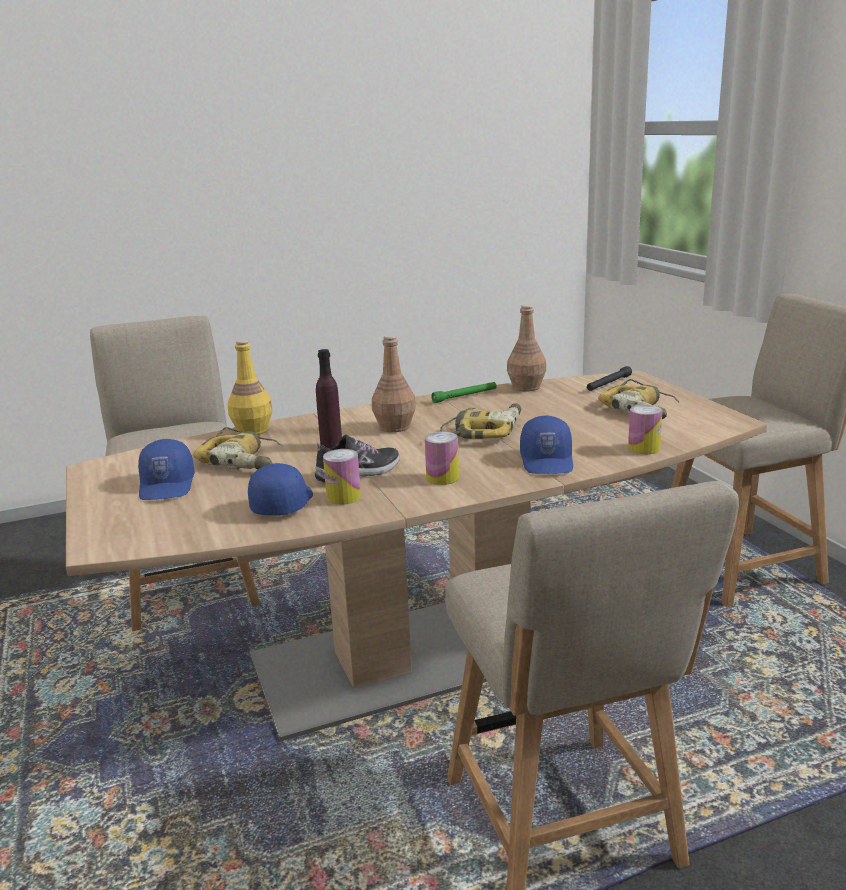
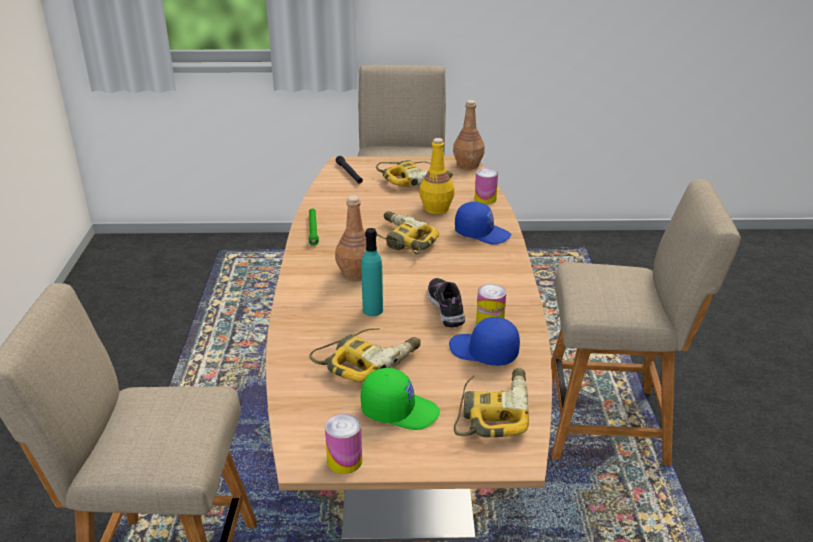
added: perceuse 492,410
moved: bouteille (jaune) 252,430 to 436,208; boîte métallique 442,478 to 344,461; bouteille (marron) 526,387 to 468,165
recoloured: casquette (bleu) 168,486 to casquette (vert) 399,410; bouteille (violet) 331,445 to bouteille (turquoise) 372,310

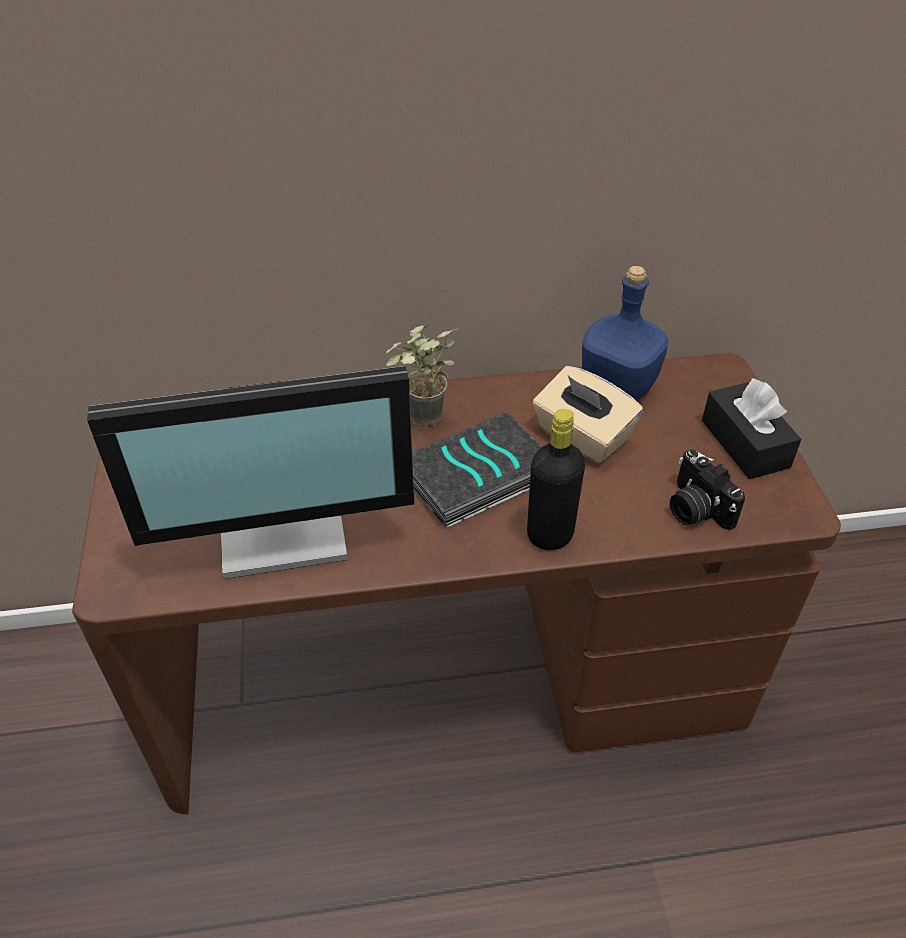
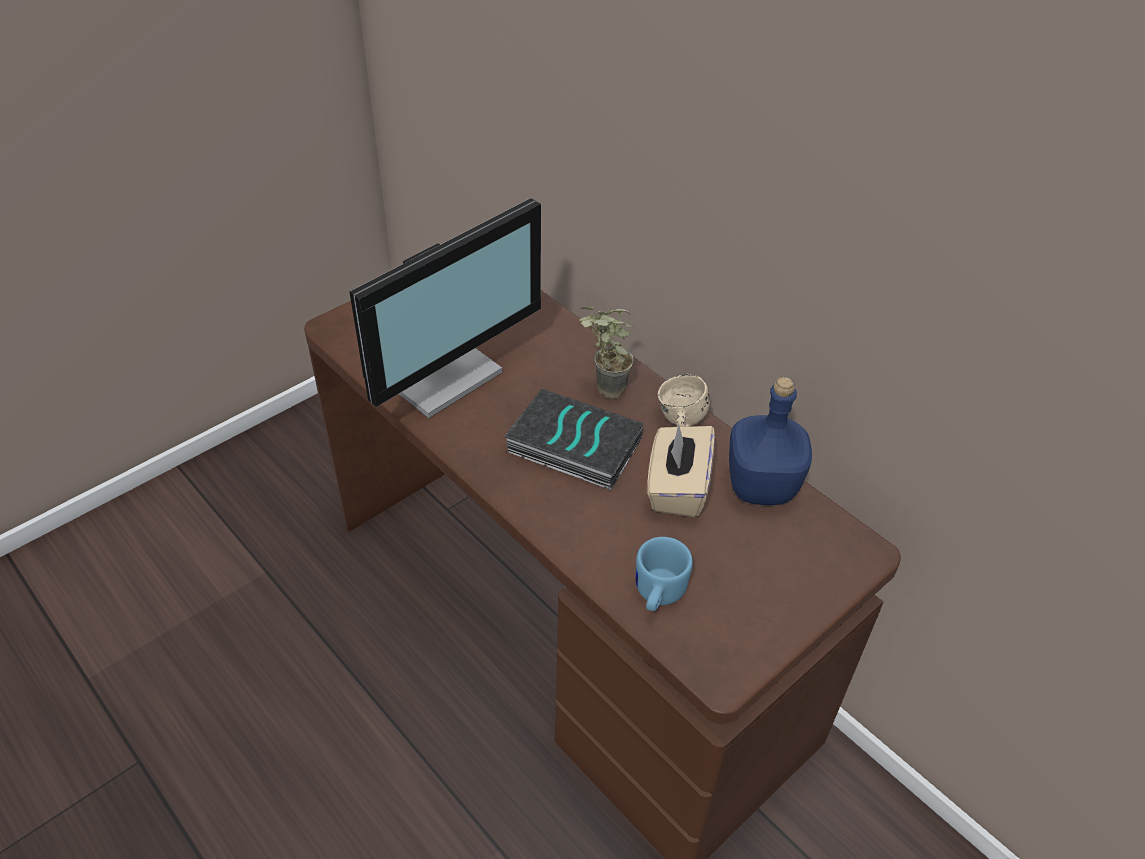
removed: bouteille (noir) 550,535; boîte à mouchoirs (noir) 745,443
added: mug (beige) 679,422
replaced: appareil photo 695,509 to mug (bleu) 657,595
turned: écran d'ordinateur 284,529 = 440,373 90 degrees counterclockwise

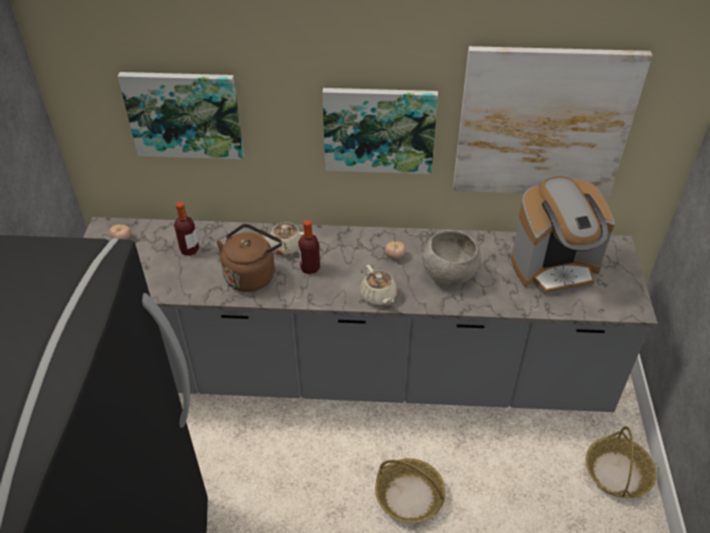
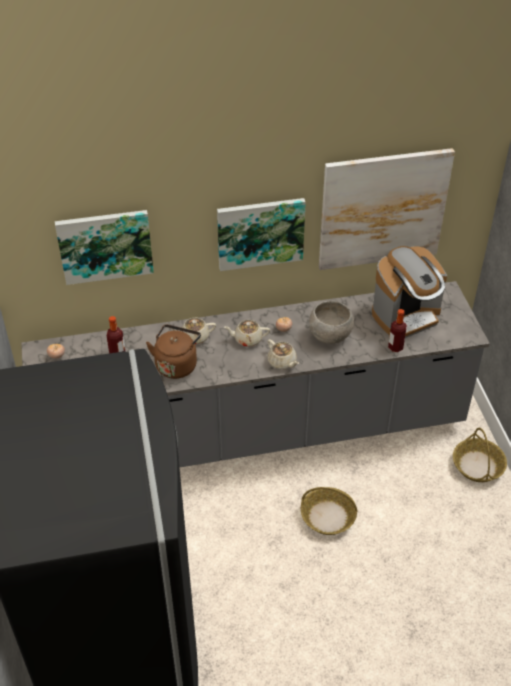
added: théière (beige) 247,339
moved: bouteille 310,268 to 395,347

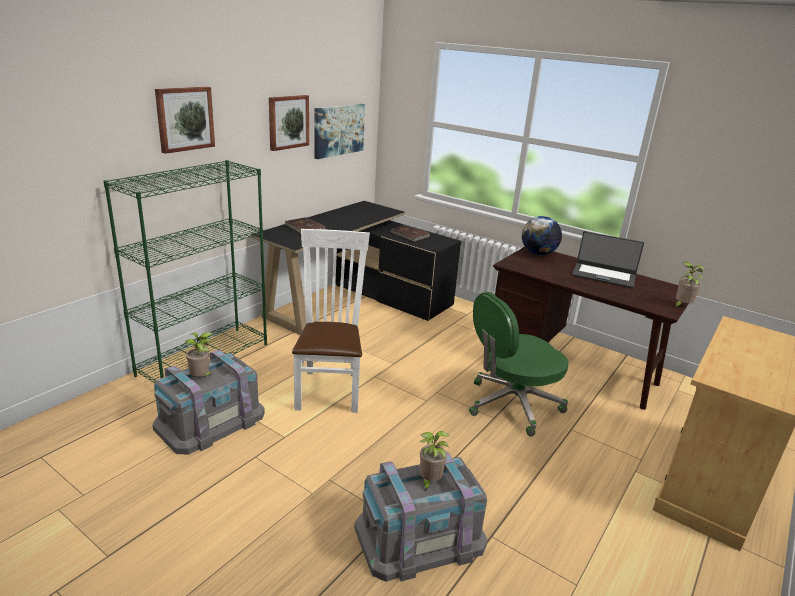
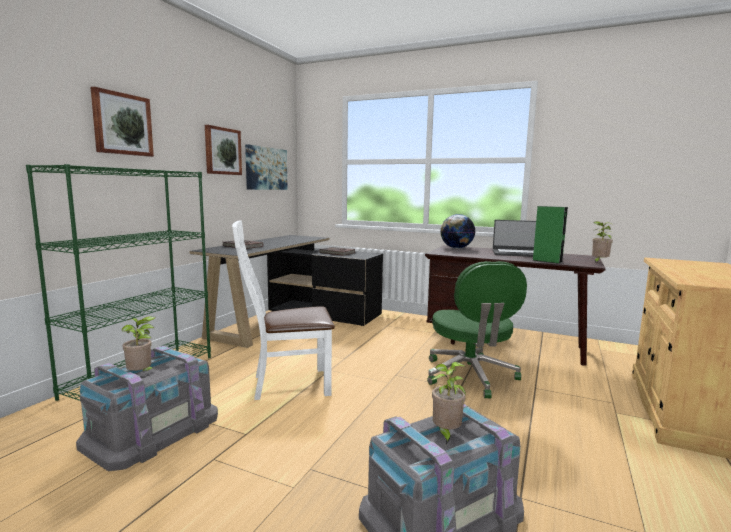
added: enceinte (vert) 547,261
turned: chaise (blanc) 329,388 = 286,384 90 degrees counterclockwise; chaise de bureau (vert) 511,405 = 470,376 60 degrees counterclockwise

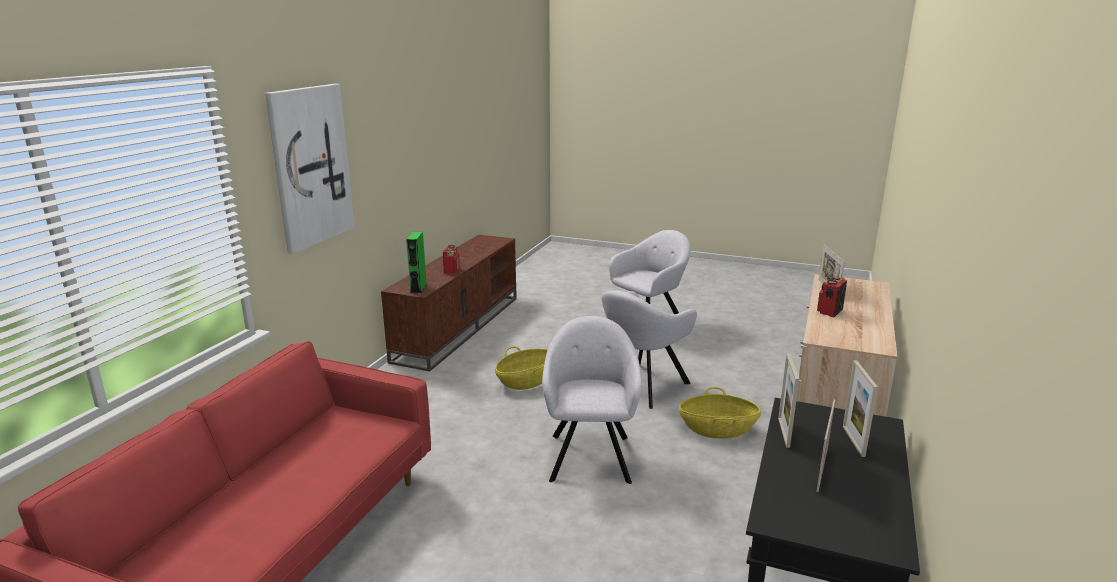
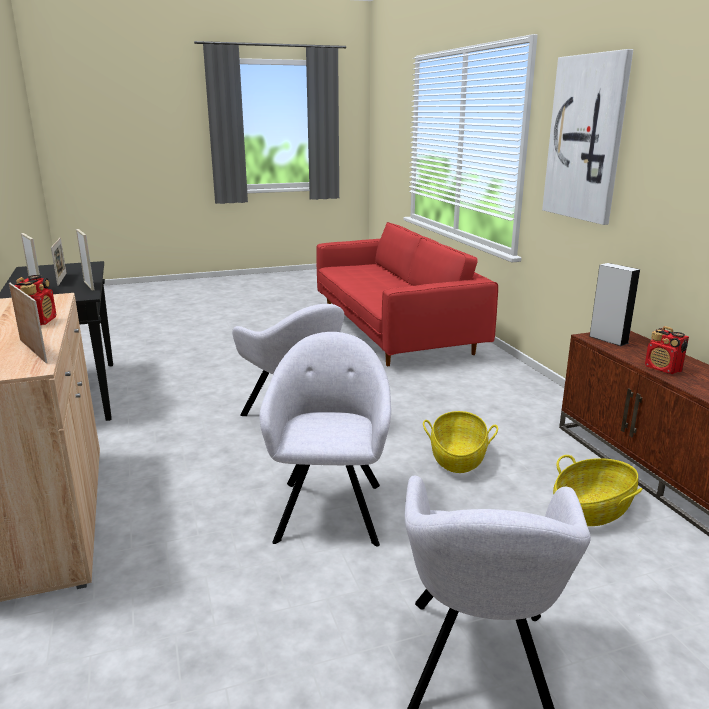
moved: panier 717,429 to 592,510
recoloured: enceinte (vert) 418,288 to enceinte (gris) 608,339

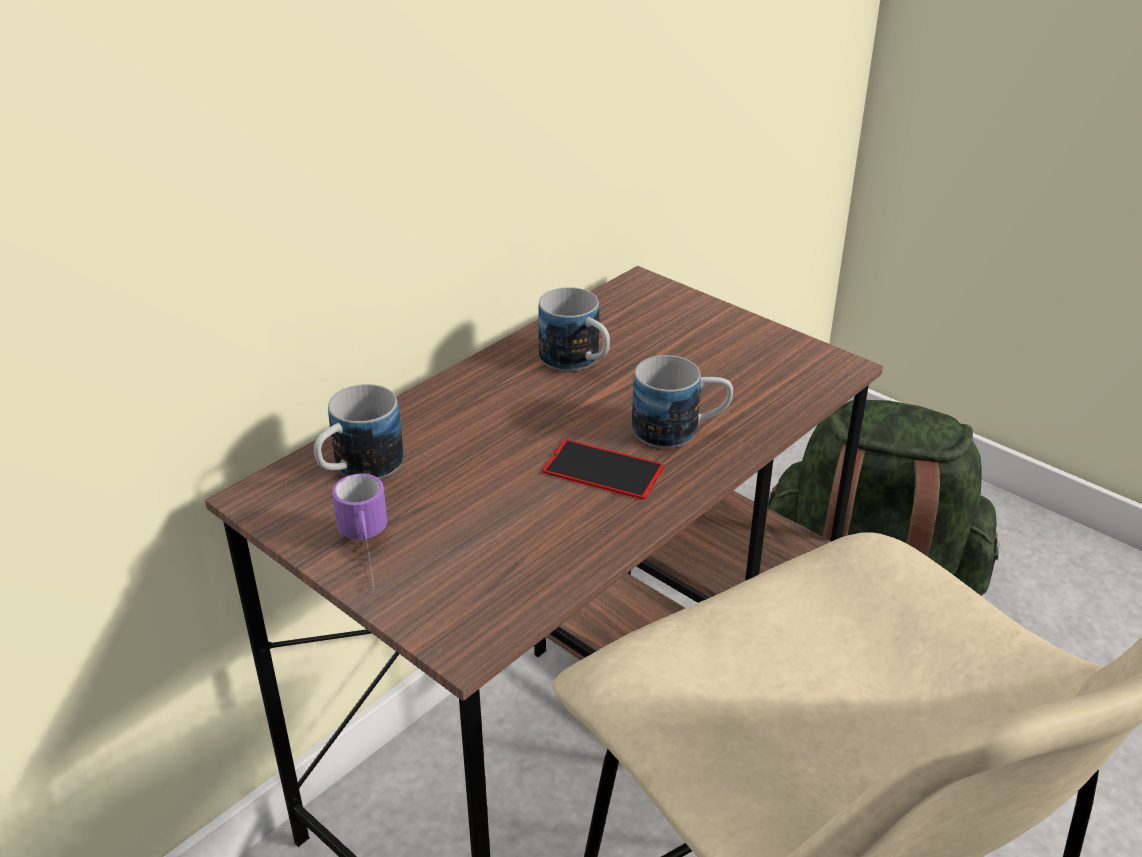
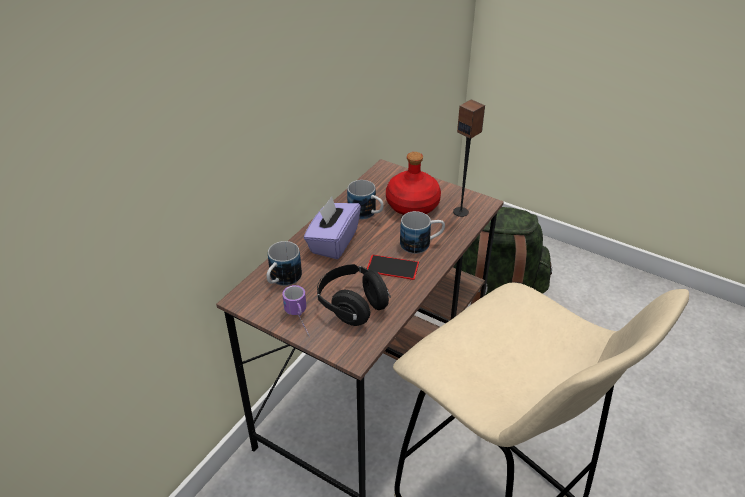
added: boîte à mouchoirs (violet) 333,242; casque audio (noir) 352,305; bouteille (rouge) 412,205; enceinte 461,212

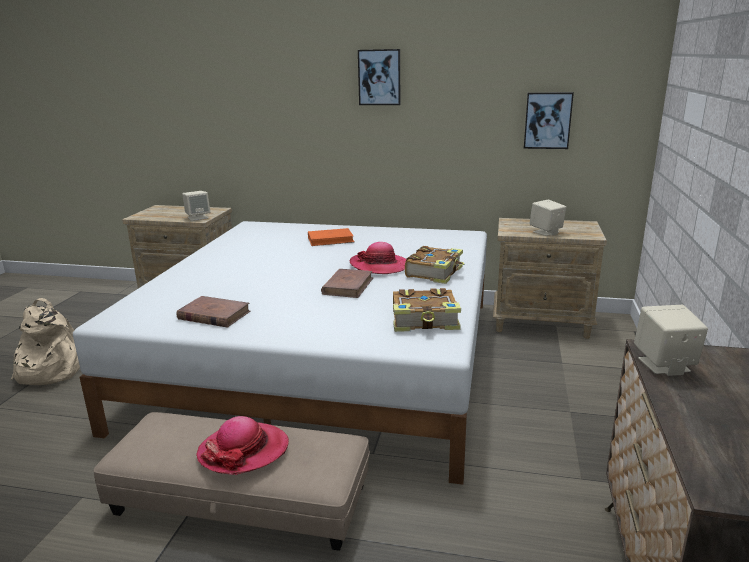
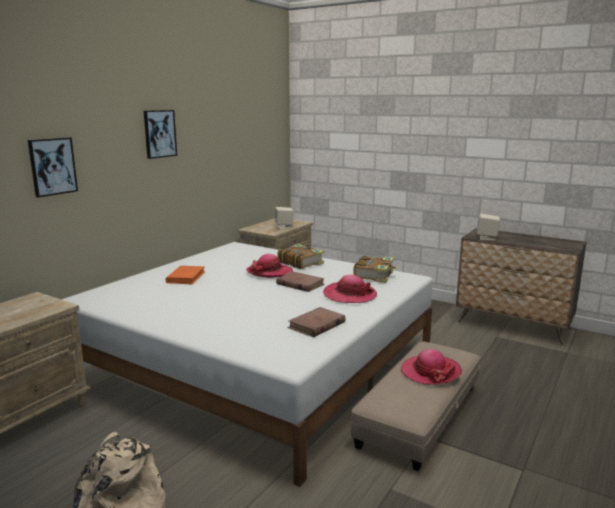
removed: enceinte (beige) 198,217
added: chapeau 349,295
moved: tableau 547,120 to 52,166

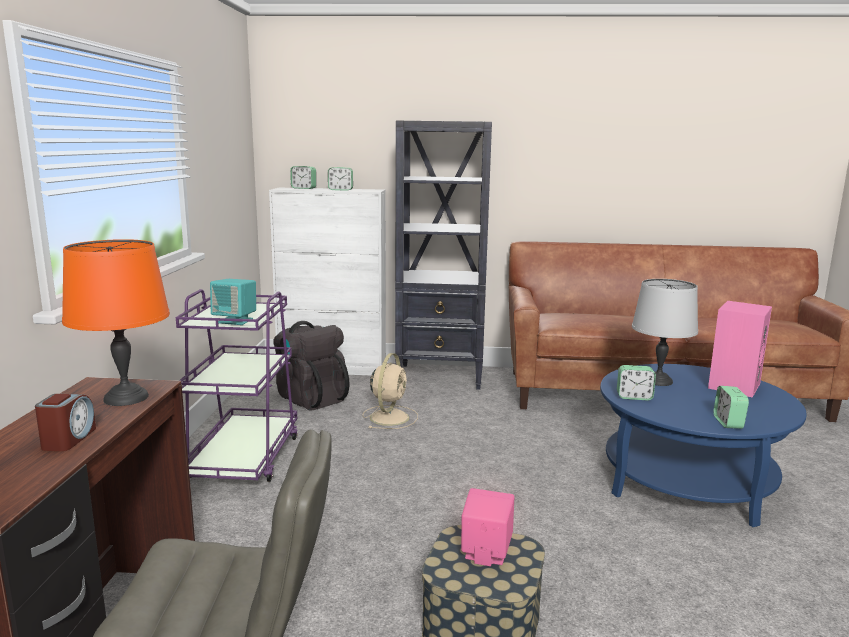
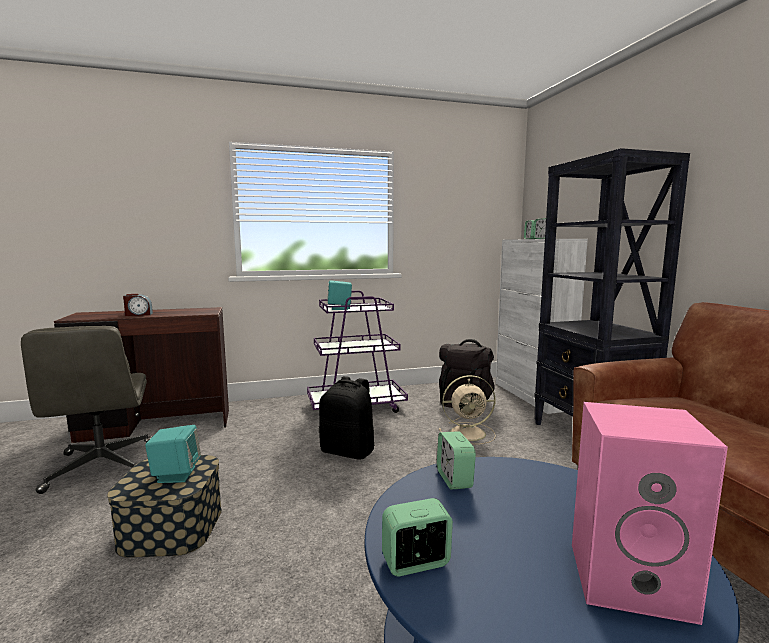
removed: lampe de table (orange) 127,398; lampe de table (gris) 658,380
added: sac à dos (noir) 348,451
recoloured: enceinte (rose) 485,553 to enceinte (turquoise) 176,474

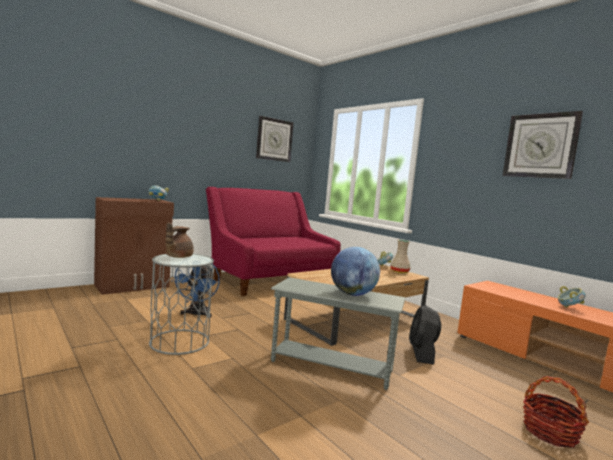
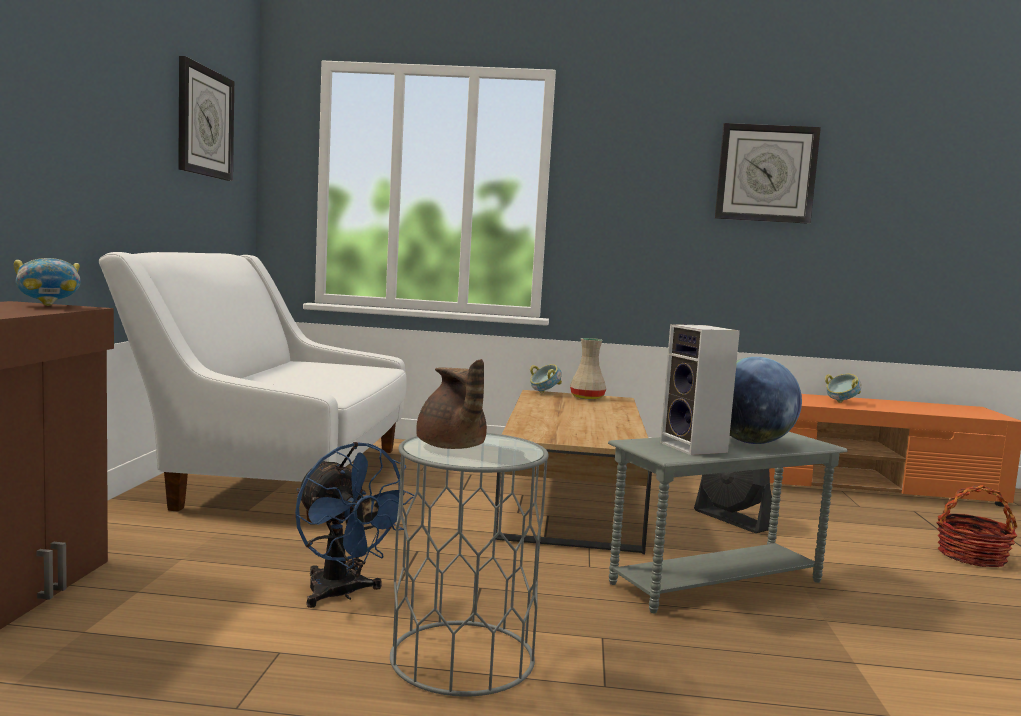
added: enceinte 696,448
recoloured: canapé (rouge) 270,279 to canapé (blanc) 278,474

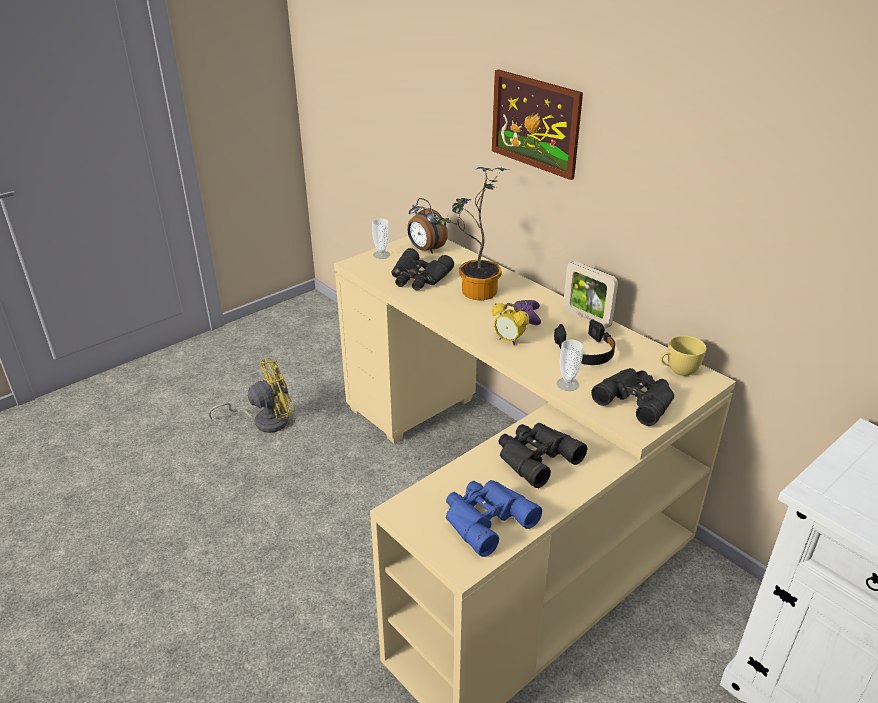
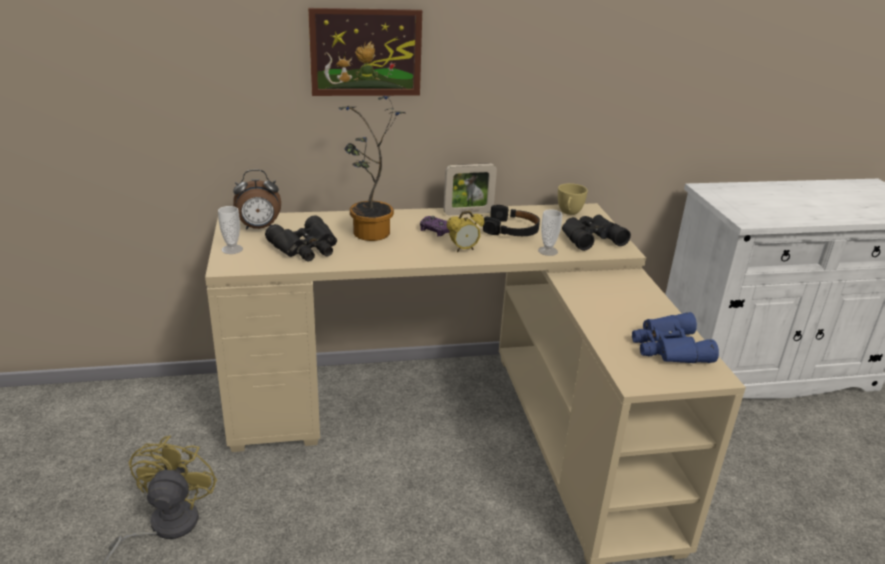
removed: jumelles (noir) 534,457

